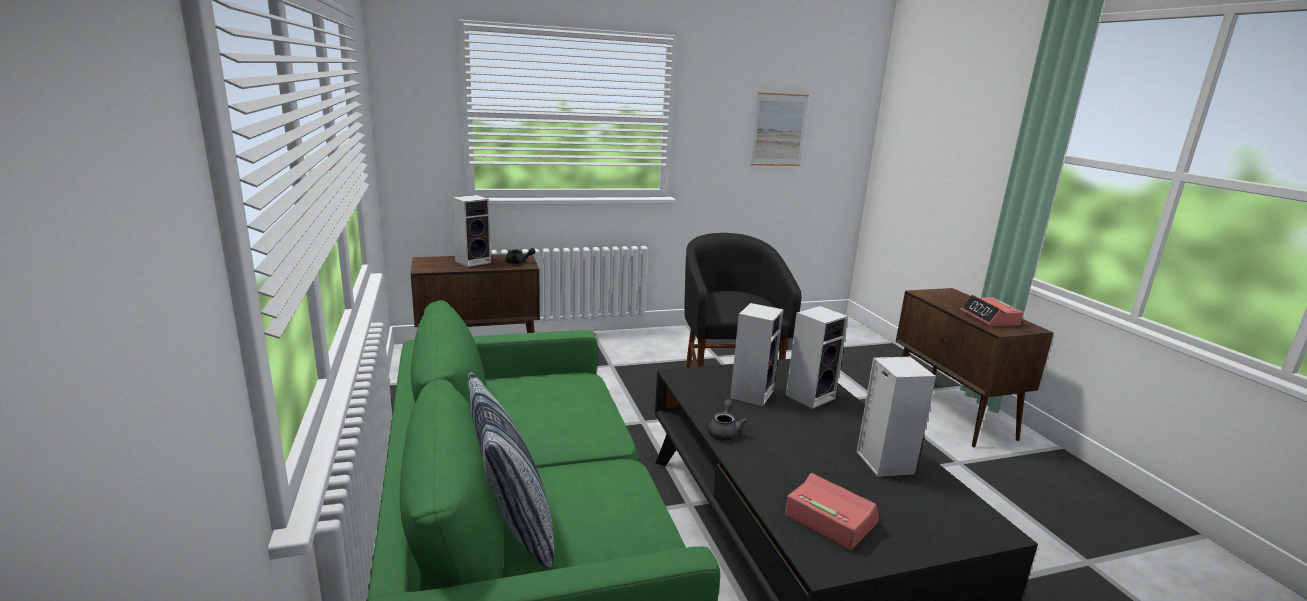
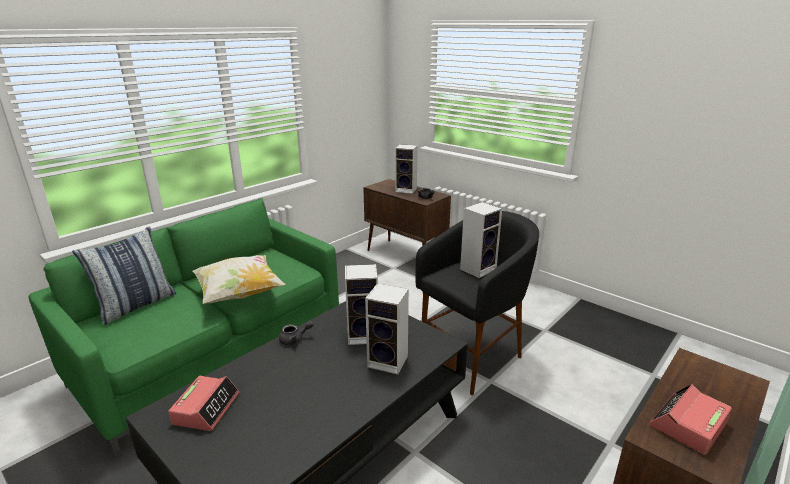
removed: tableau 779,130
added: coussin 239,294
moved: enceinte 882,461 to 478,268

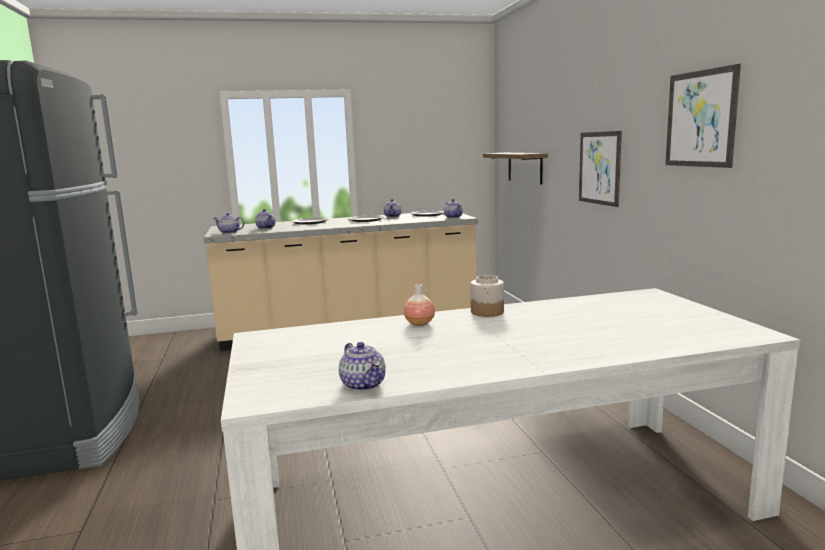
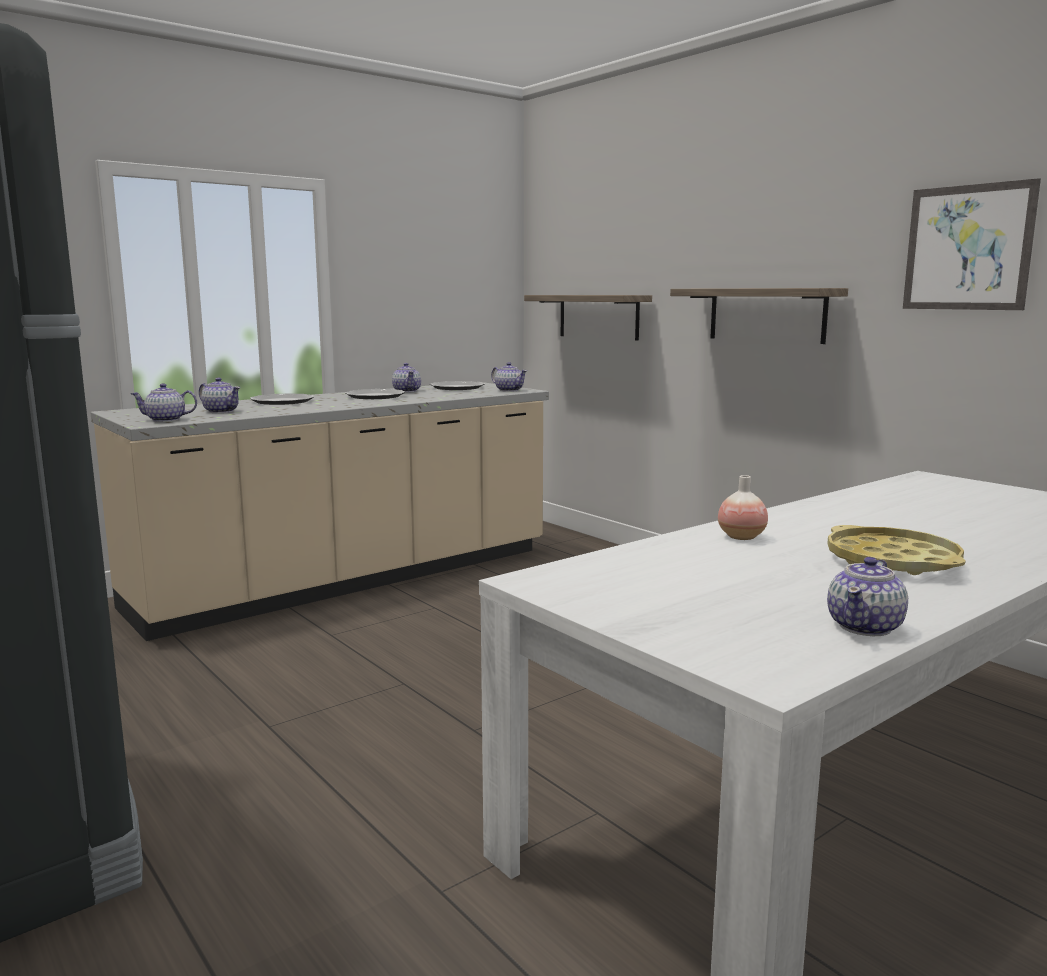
removed: bocal 487,312
added: plateau (jaune) 892,562
replaced: tableau 599,168 to étagère 766,314
turned: théière 363,384 = 866,627 90 degrees clockwise

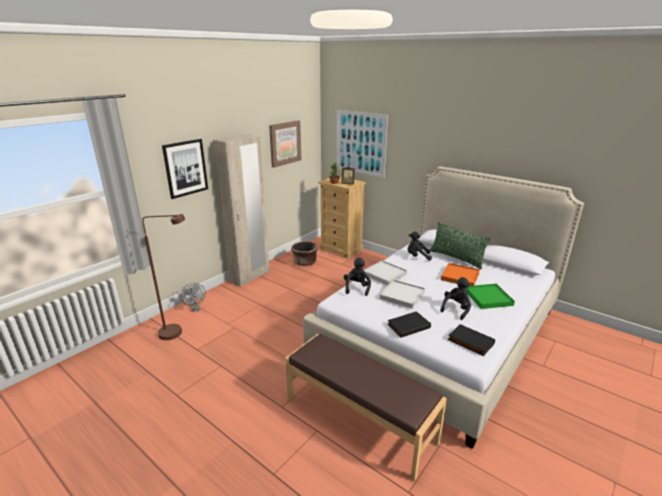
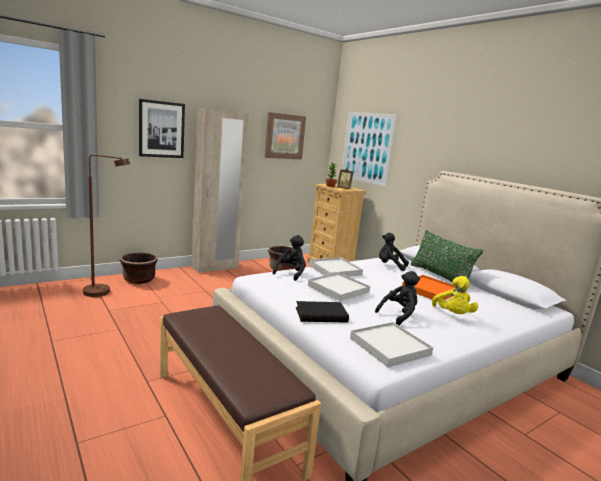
replaced: ventilateur (gris) 195,309 to cache-pot (marron) 139,280; livre (noir) 470,342 to plateau (blanc) 389,346; plateau (vert) 488,298 to peluche (jaune) 452,315

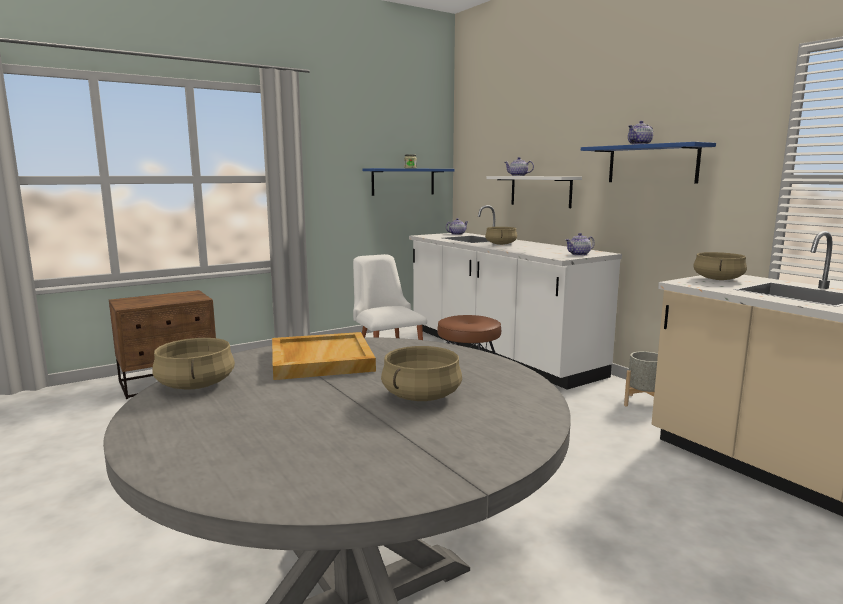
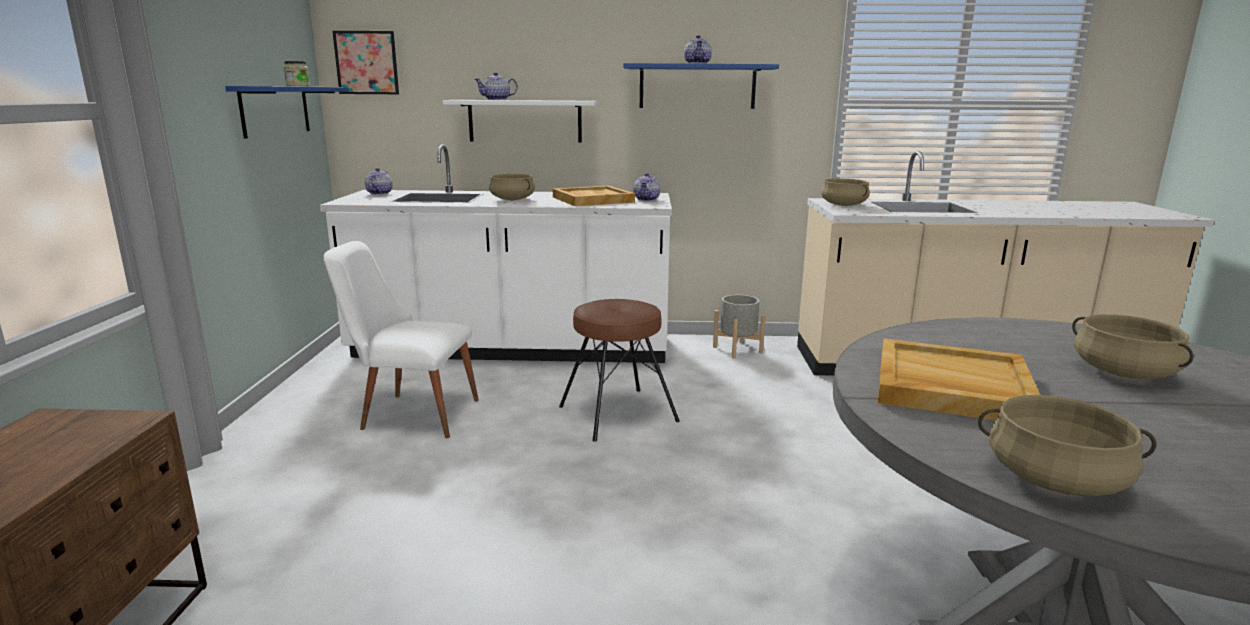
added: tableau 366,63; plateau (beige) 592,199

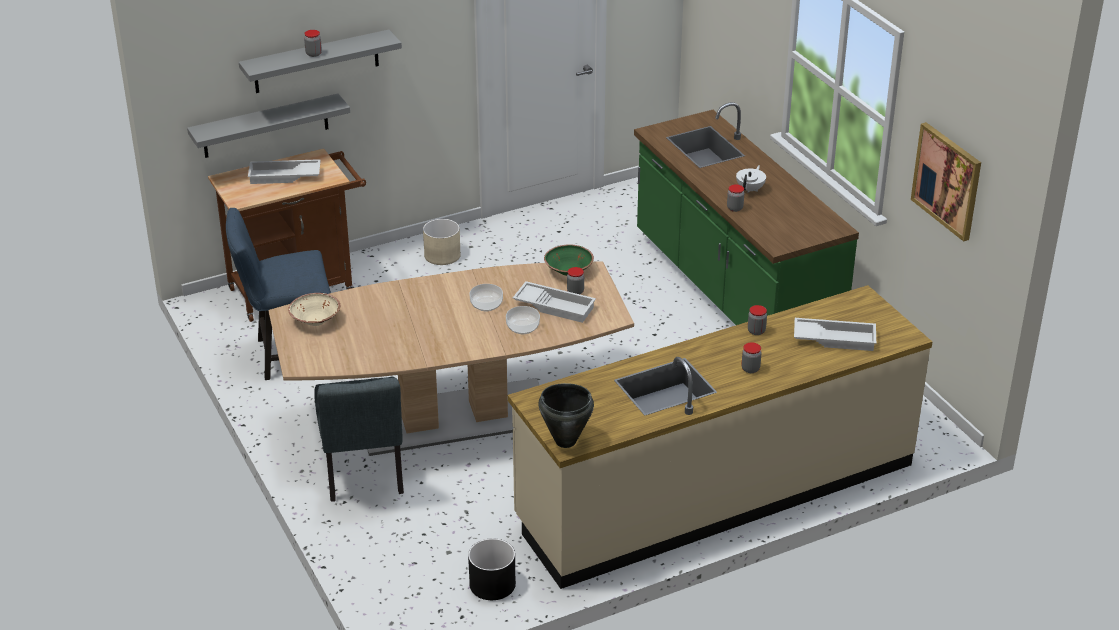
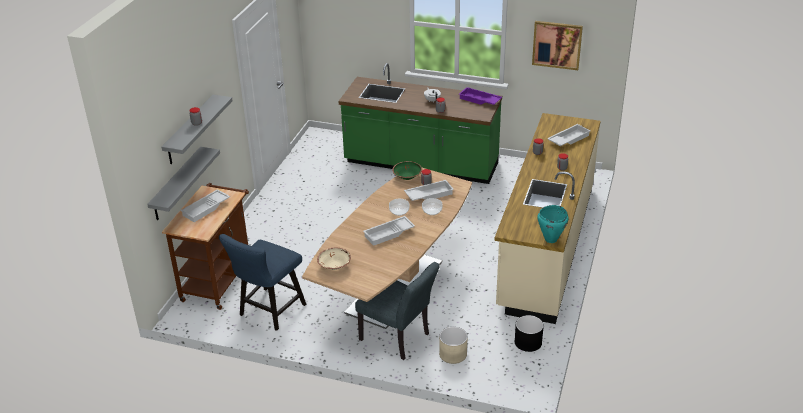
added: plateau (blanc) 389,234; plateau (violet) 479,100
moved: cache-pot (beige) 442,255 to 453,354
recoloured: marmite (noir) 565,441 to marmite (turquoise) 550,239

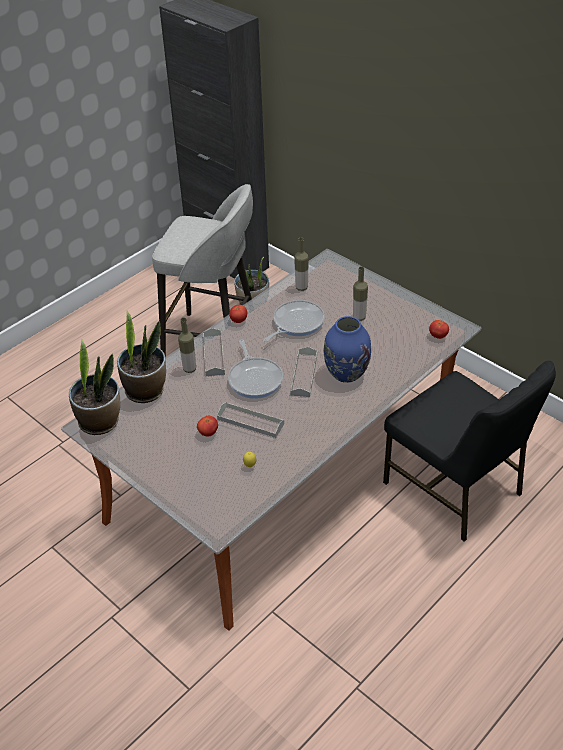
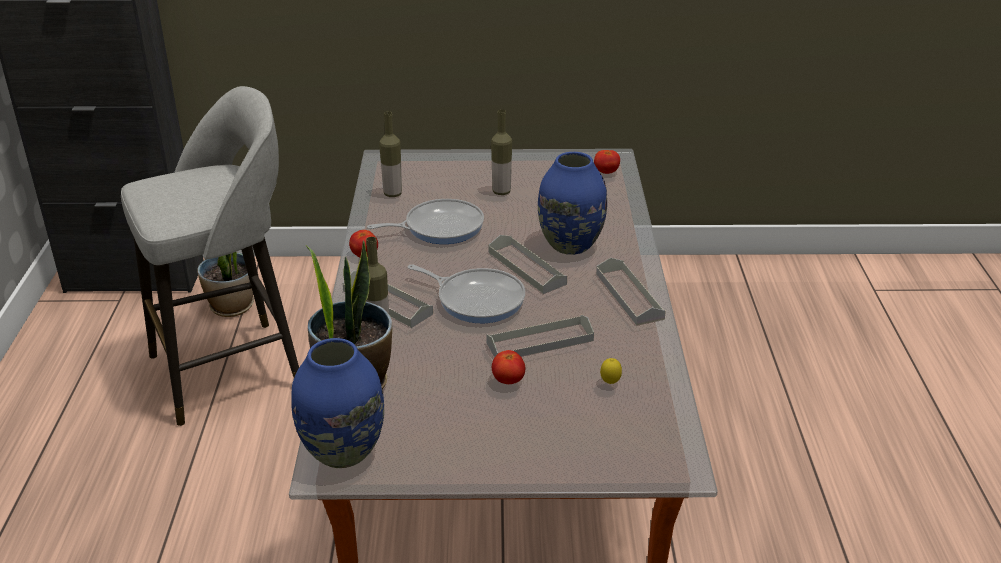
removed: chaise (noir) 455,488
added: plateau (gris) 629,296
replaced: plante en pot 100,422 to vase (bleu) 342,452
turned: poêle 296,323 = 439,227 75 degrees clockwise

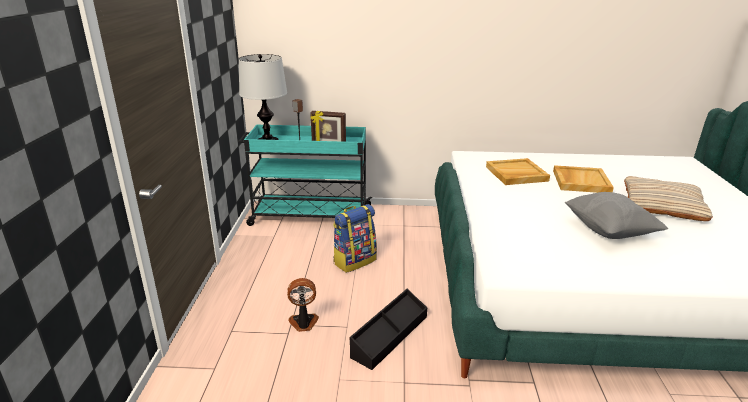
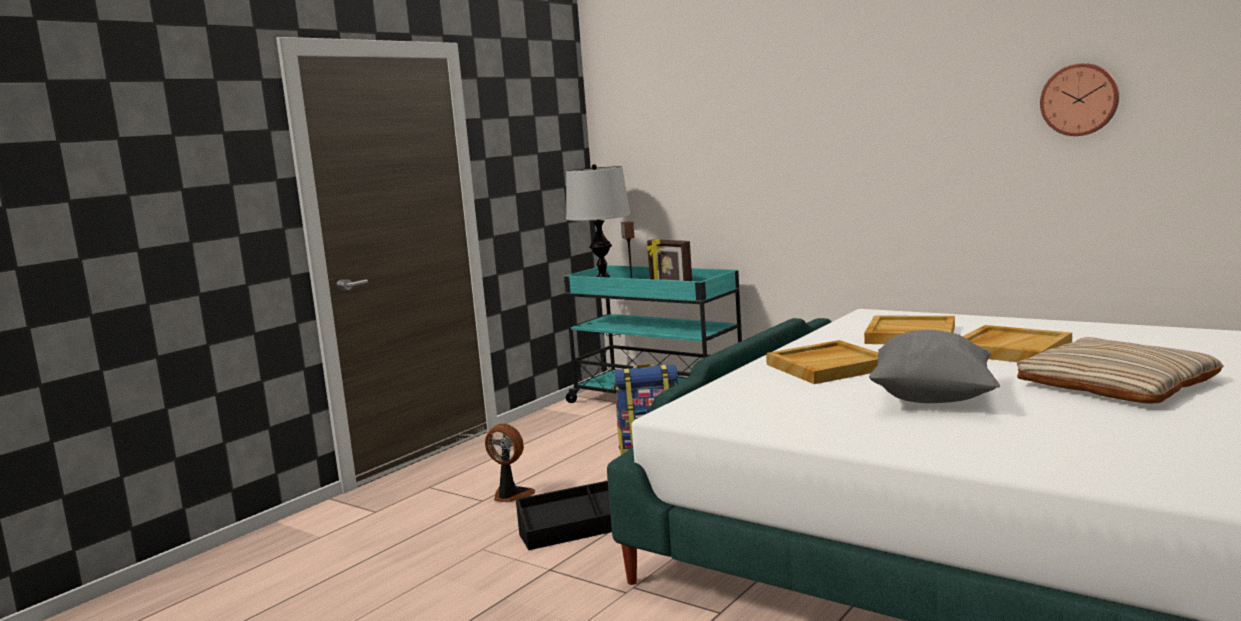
added: plateau (beige) 828,366; horloge murale 1079,99

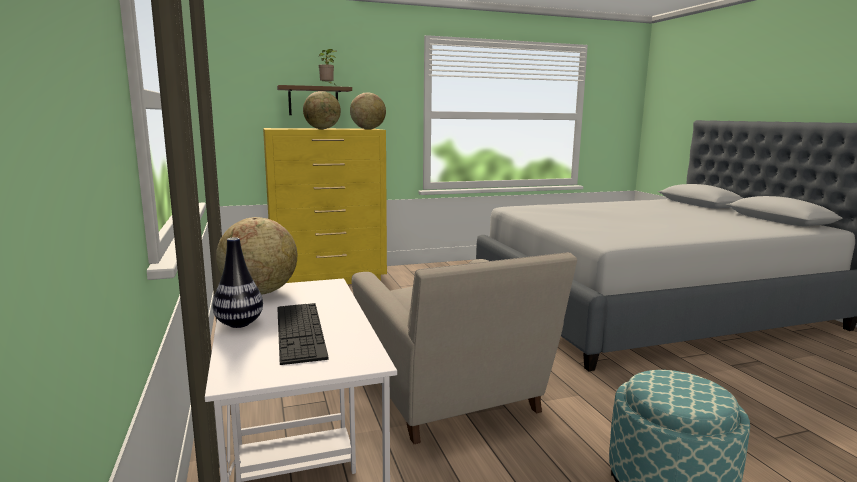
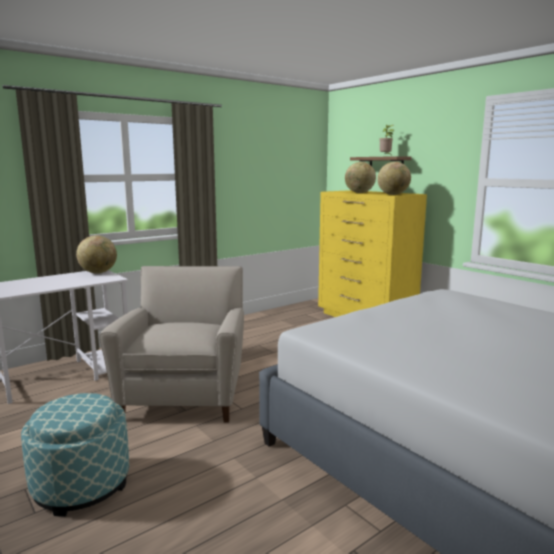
removed: vase 239,324; clavier 300,331
turned: fauteuil (beige) 453,398 = 186,392 135 degrees clockwise

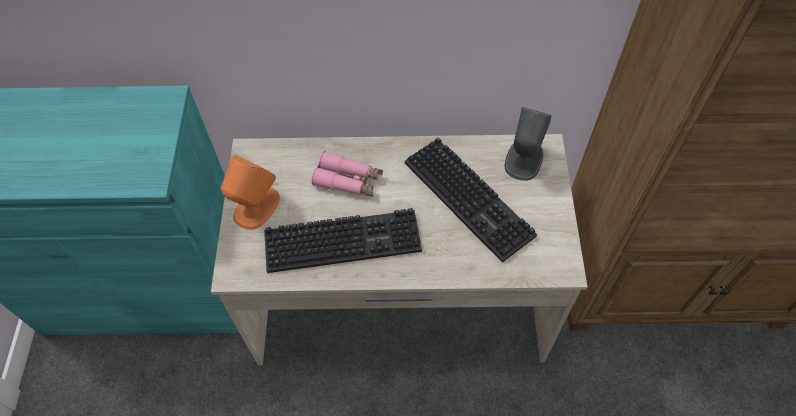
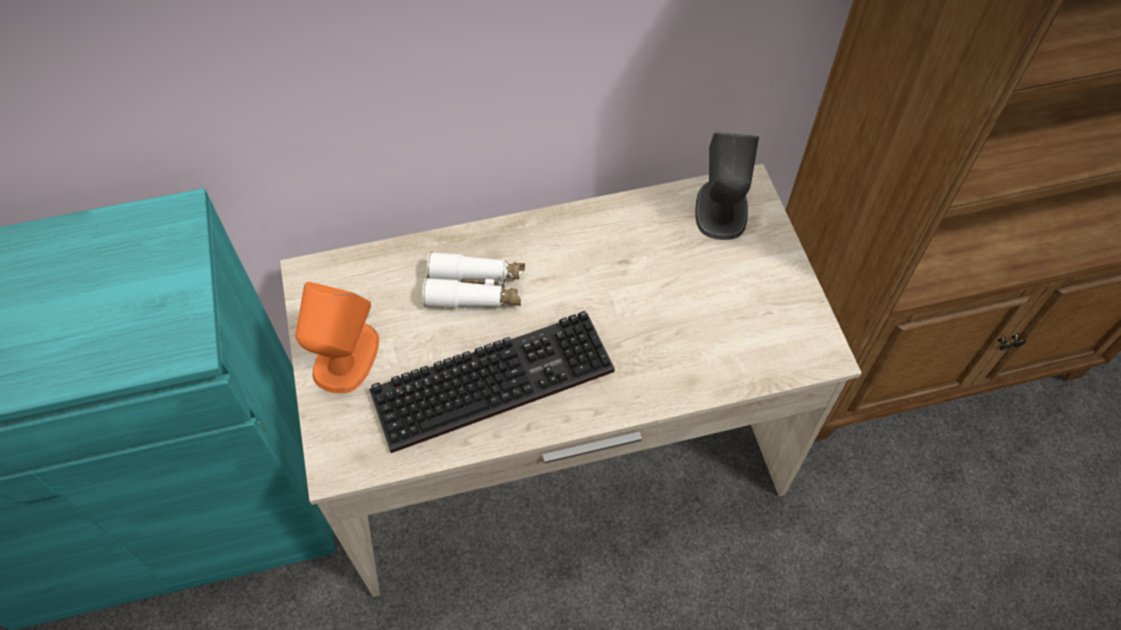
removed: clavier 472,199
recoloured: jumelles (rose) 348,180 to jumelles (blanc) 476,289

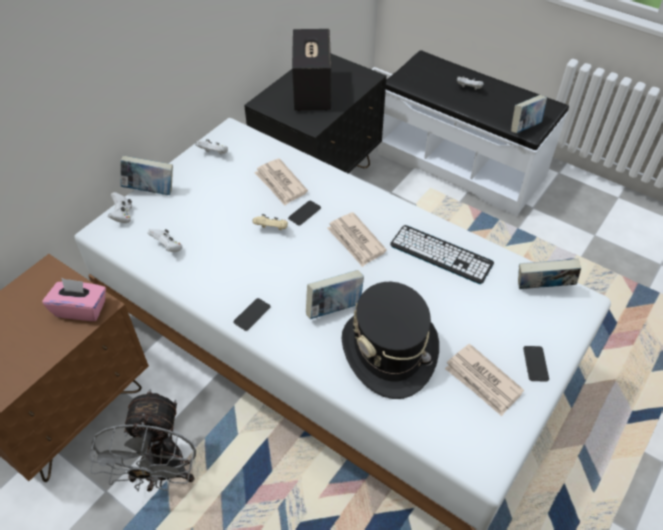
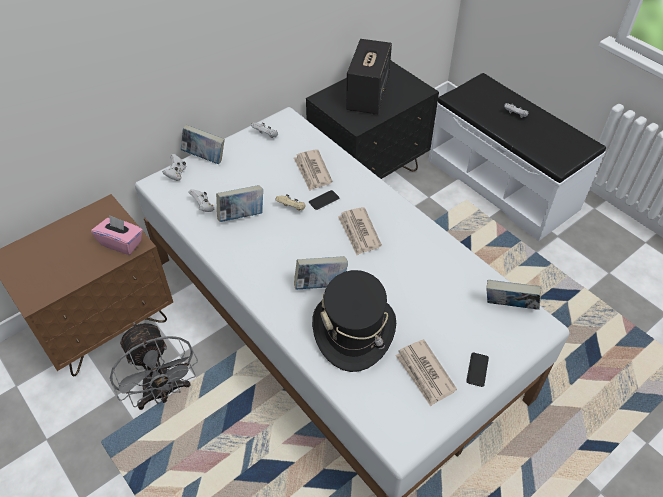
removed: téléphone 252,314; clavier 441,254
moved: livre 525,128 to 242,216
turned: ventilateur (gris) 162,475 = 163,393 45 degrees counterclockwise

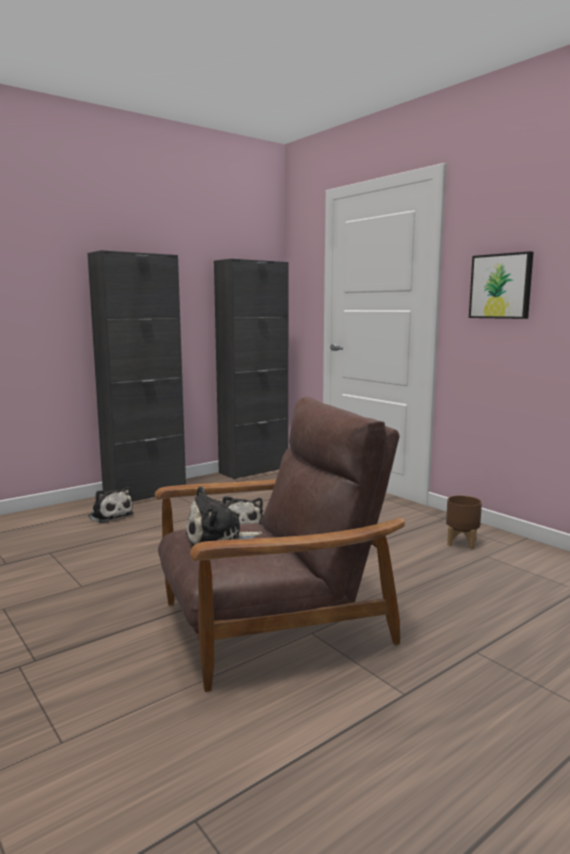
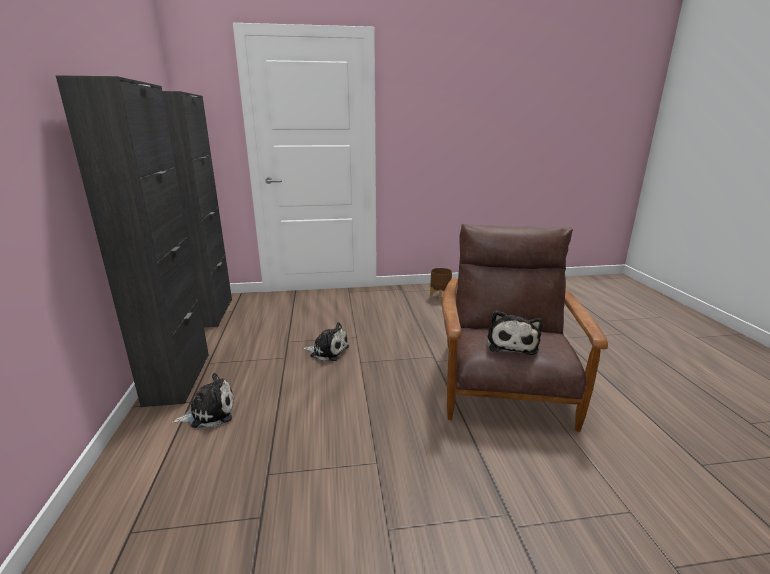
removed: tableau 501,286

